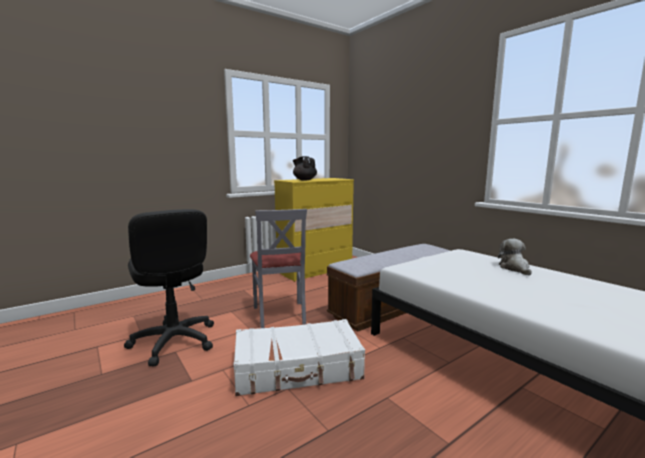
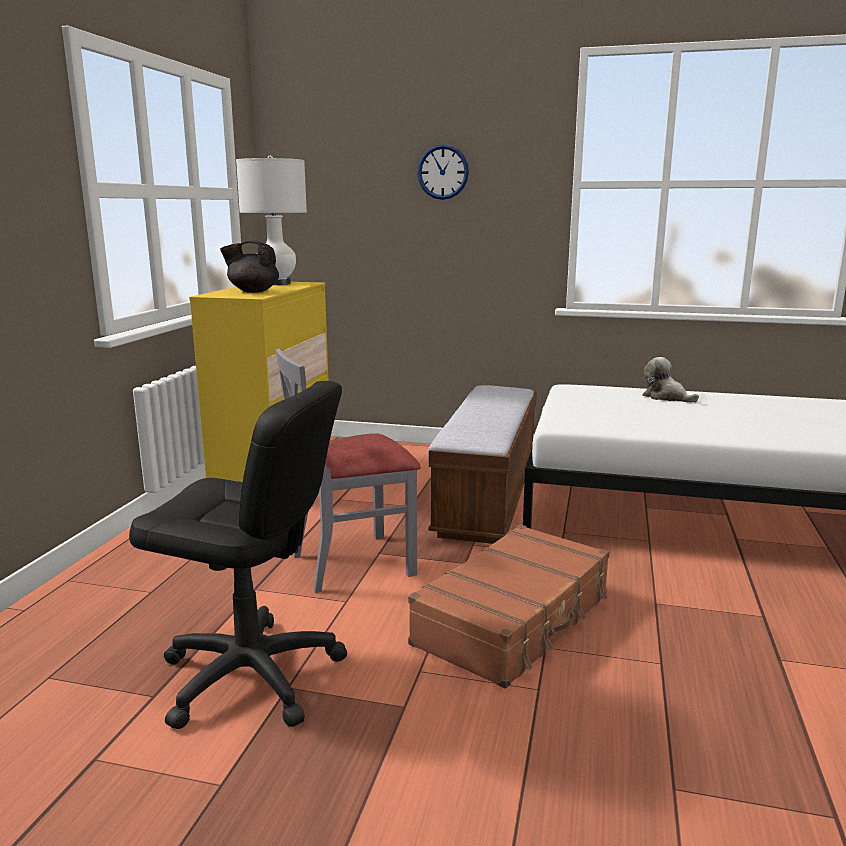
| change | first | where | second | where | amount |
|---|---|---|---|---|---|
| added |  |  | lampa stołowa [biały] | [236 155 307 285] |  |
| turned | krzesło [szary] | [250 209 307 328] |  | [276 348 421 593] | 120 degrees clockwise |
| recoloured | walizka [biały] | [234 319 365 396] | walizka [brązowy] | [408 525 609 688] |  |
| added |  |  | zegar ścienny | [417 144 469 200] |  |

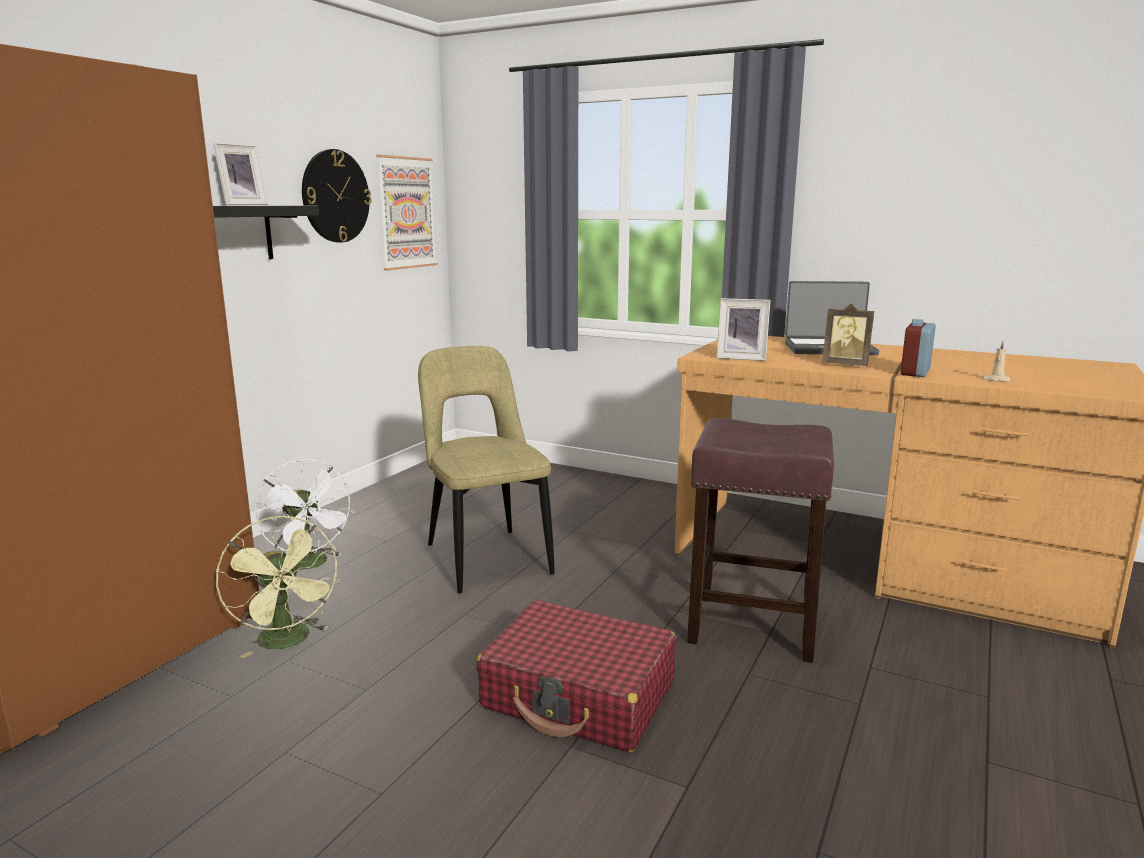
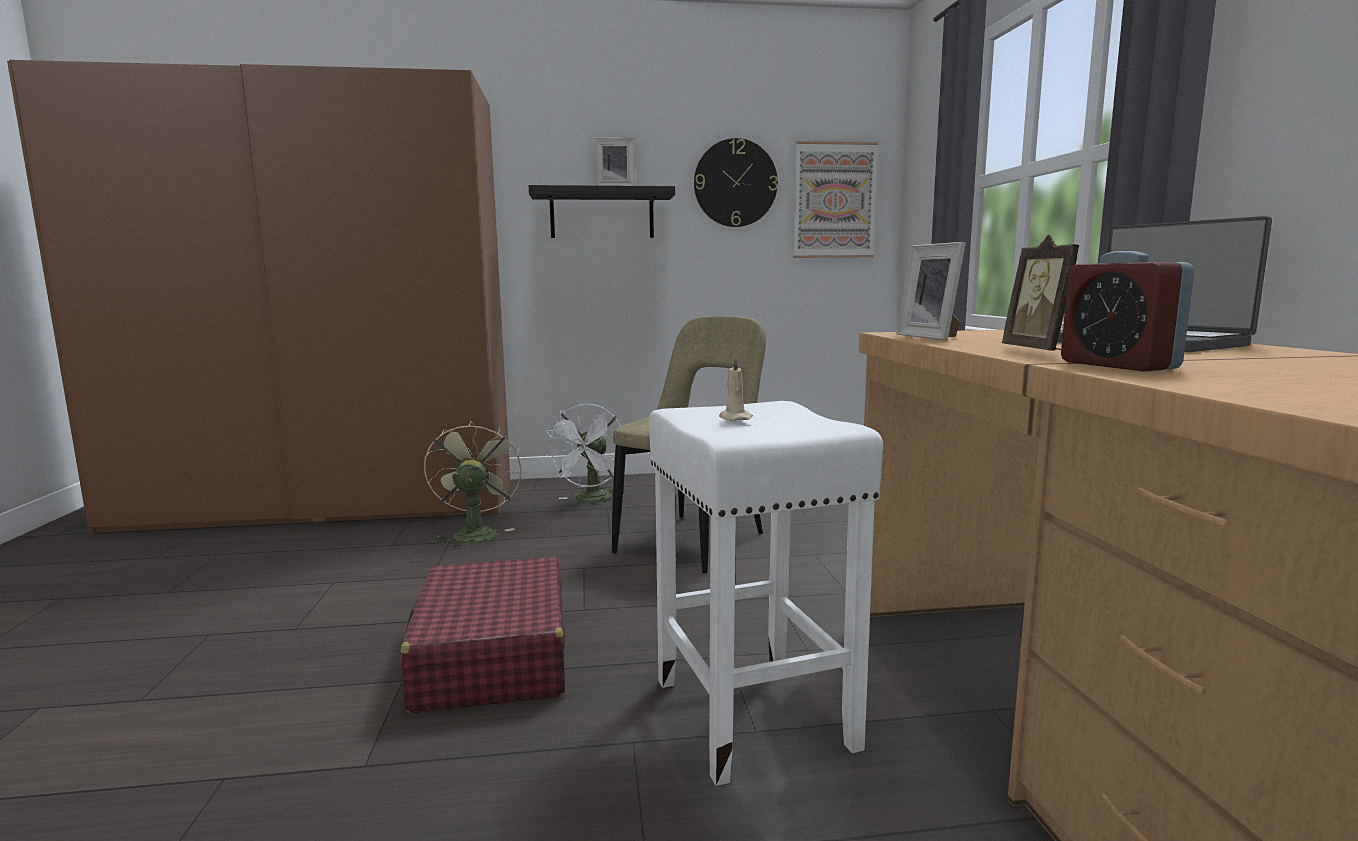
| change | first | where | second | where | amount |
|---|---|---|---|---|---|
| turned | wentylator [zielony] | [216 516 340 658] |  | [424 420 522 549] | 150 degrees clockwise |
| recoloured | stołek [brązowy] | [687 418 834 663] | stołek [biały] | [649 401 883 786] |  |
| moved | świeca [beżowy] | [982 341 1010 381] |  | [719 355 753 421] |  |
| turned | budzik | [901 319 936 377] |  | [1061 251 1194 371] | 105 degrees counterclockwise |

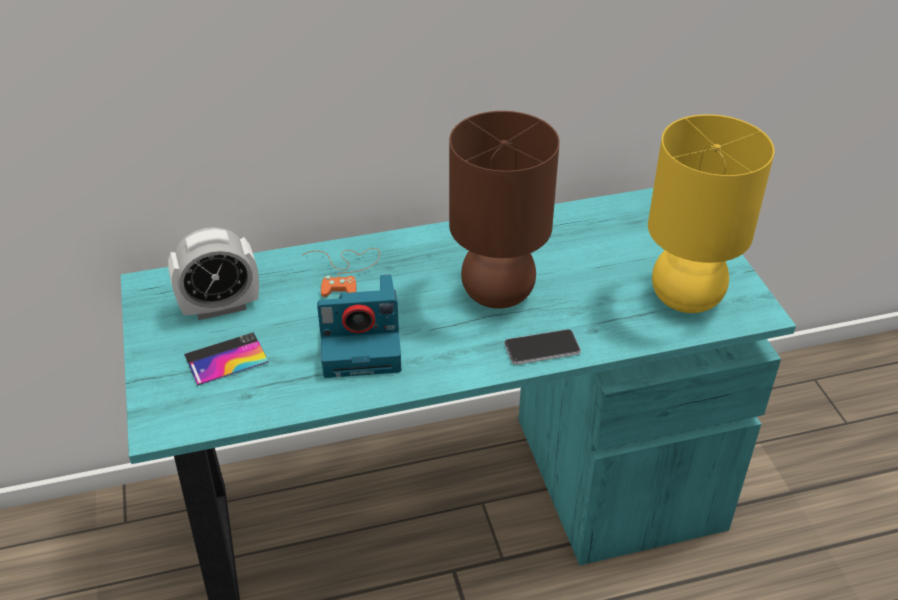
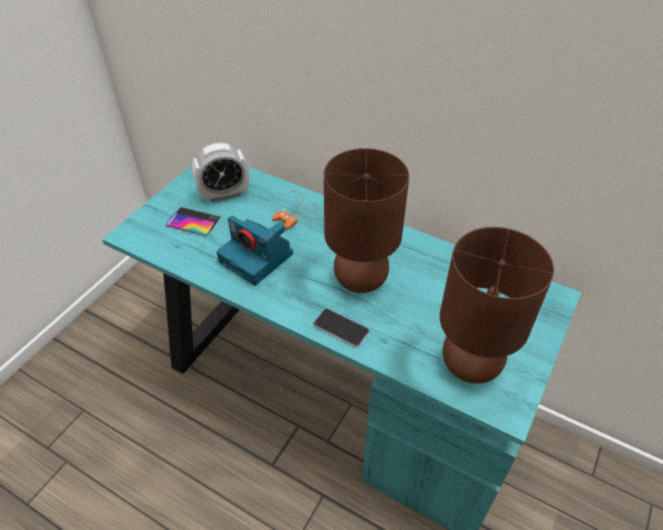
| change | first | where | second | where | amount |
|---|---|---|---|---|---|
| turned | budzik | [168 227 259 320] |  | [192 142 249 202] | 45 degrees counterclockwise |
| recoloured | lampa stołowa [żółty] | [648 114 774 313] | lampa stołowa [brązowy] | [440 227 554 384] |  |

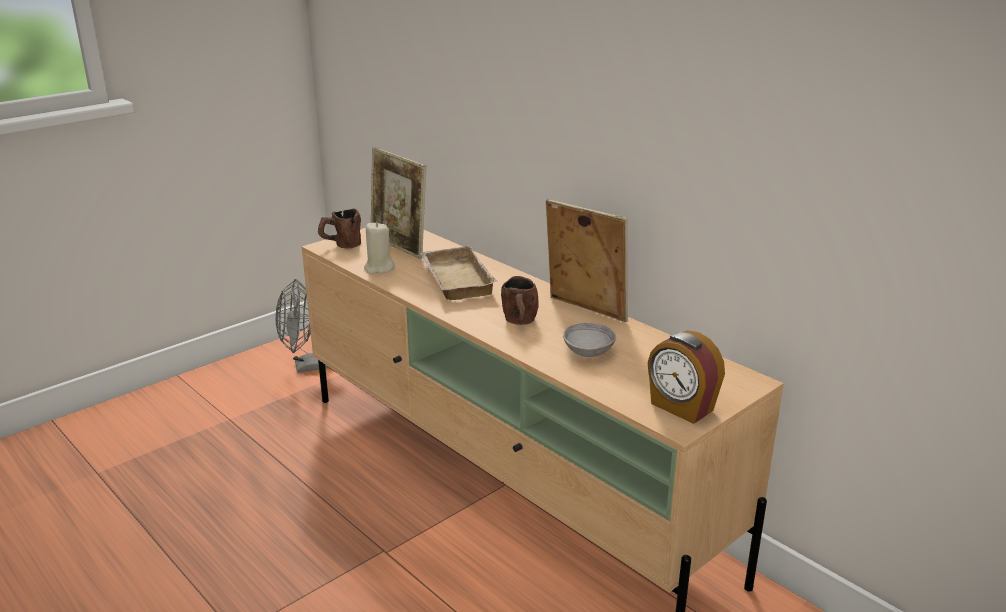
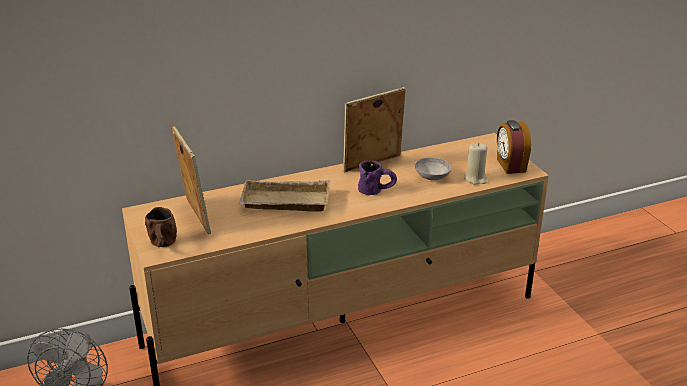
| change | first | where | second | where | amount |
|---|---|---|---|---|---|
| turned | ramka na zdjęcie | [371 147 426 259] |  | [171 125 211 234] | 90 degrees counterclockwise |
| recoloured | kubek [brązowy] | [501 276 539 325] | kubek [fioletowy] | [358 161 397 195] |  |
| moved | świeca [beżowy] | [364 222 395 274] |  | [464 143 488 185] |  |
| turned | budzik | [648 330 725 424] |  | [497 120 531 174] | 105 degrees clockwise |

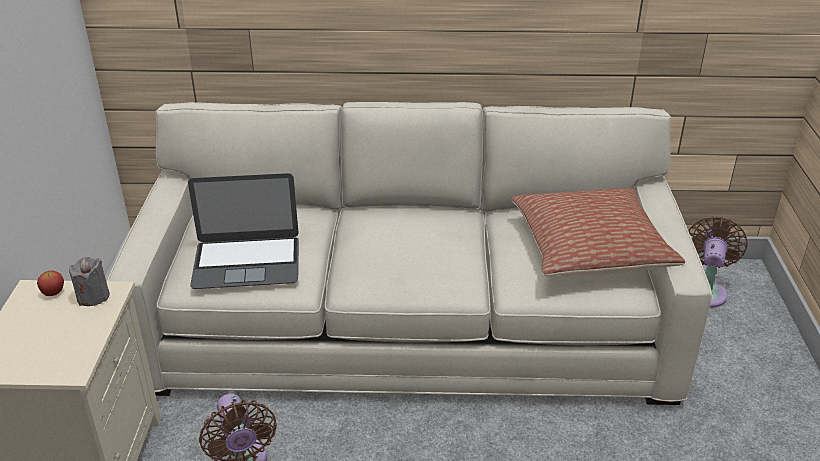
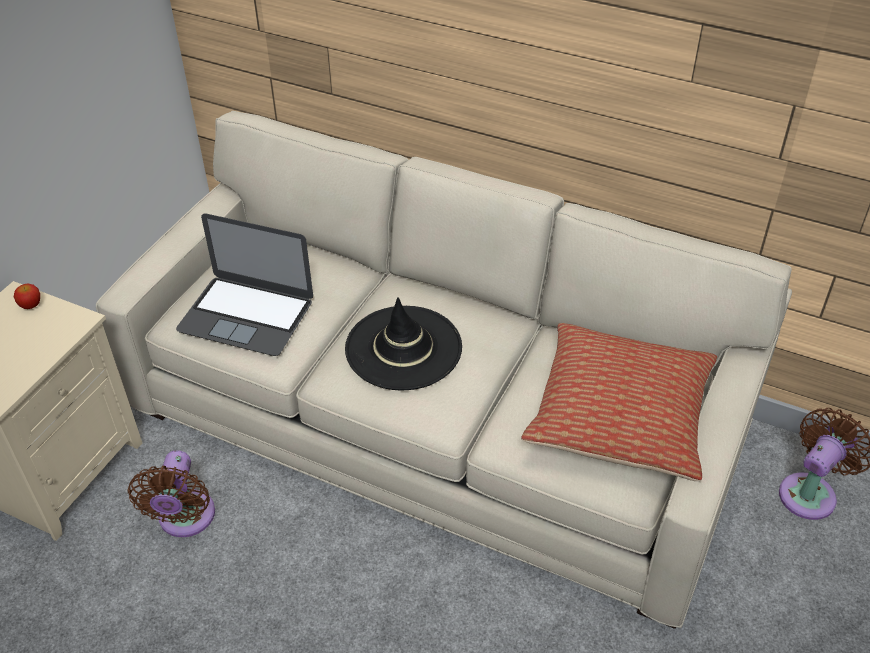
| change | first | where | second | where | amount |
|---|---|---|---|---|---|
| added |  |  | kapelusz [czarny] | [345 297 462 390] |  |
| removed | świeca [szary] | [69 257 110 306] |  |  |  |

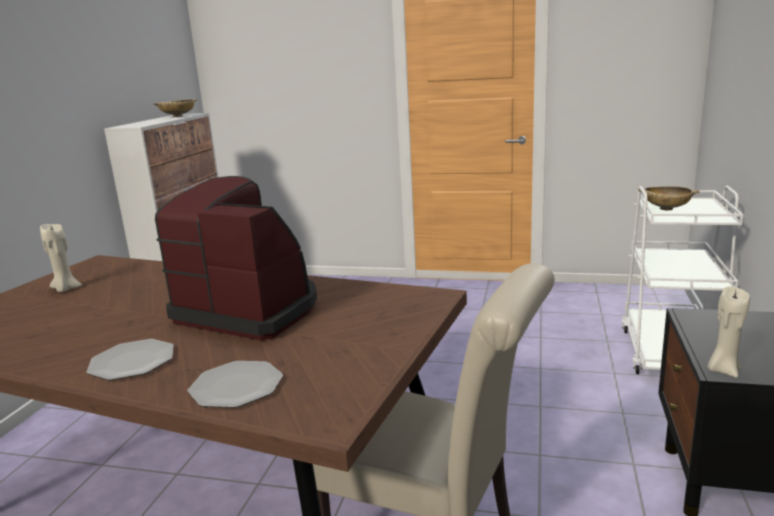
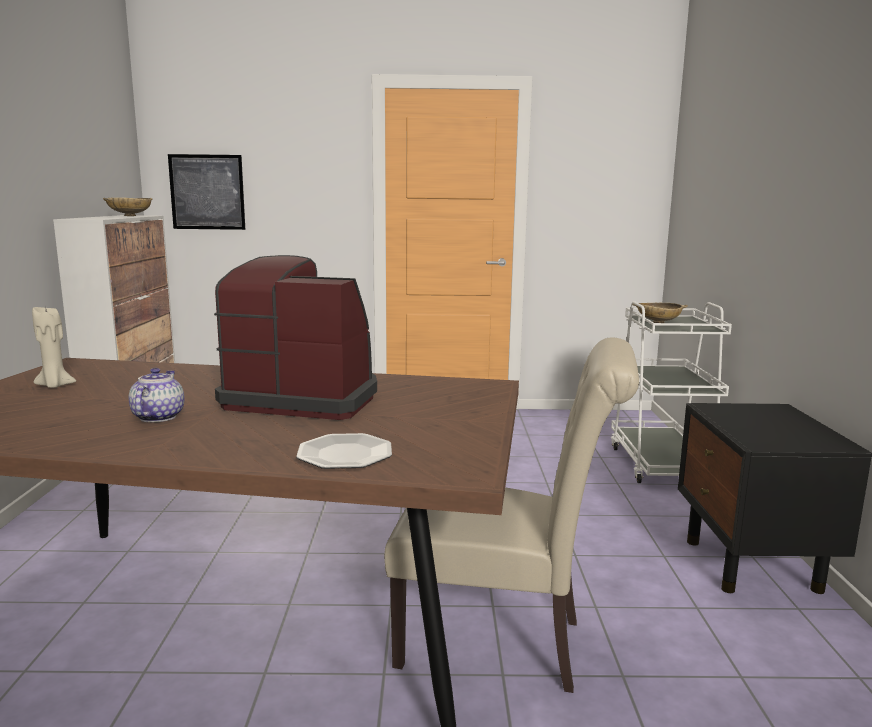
| change | first | where | second | where | amount |
|---|---|---|---|---|---|
| added |  |  | imbryk | [129 368 184 422] |  |
| added |  |  | obraz | [168 154 245 230] |  |
| removed | talerz | [87 339 174 380] |  |  |  |
| removed | świeca [beżowy] | [707 286 750 378] |  |  |  |

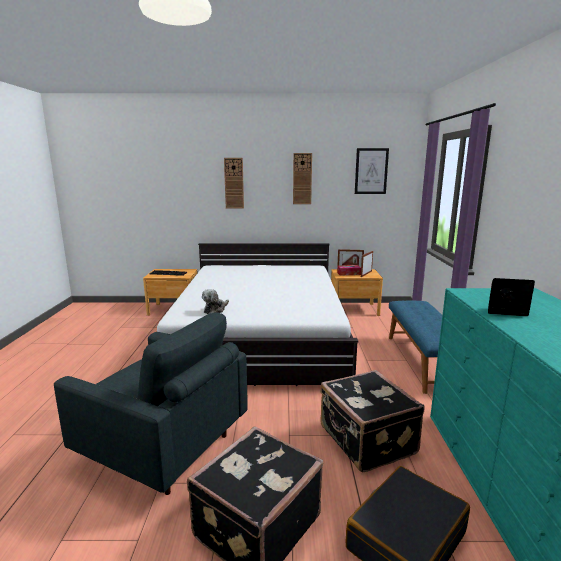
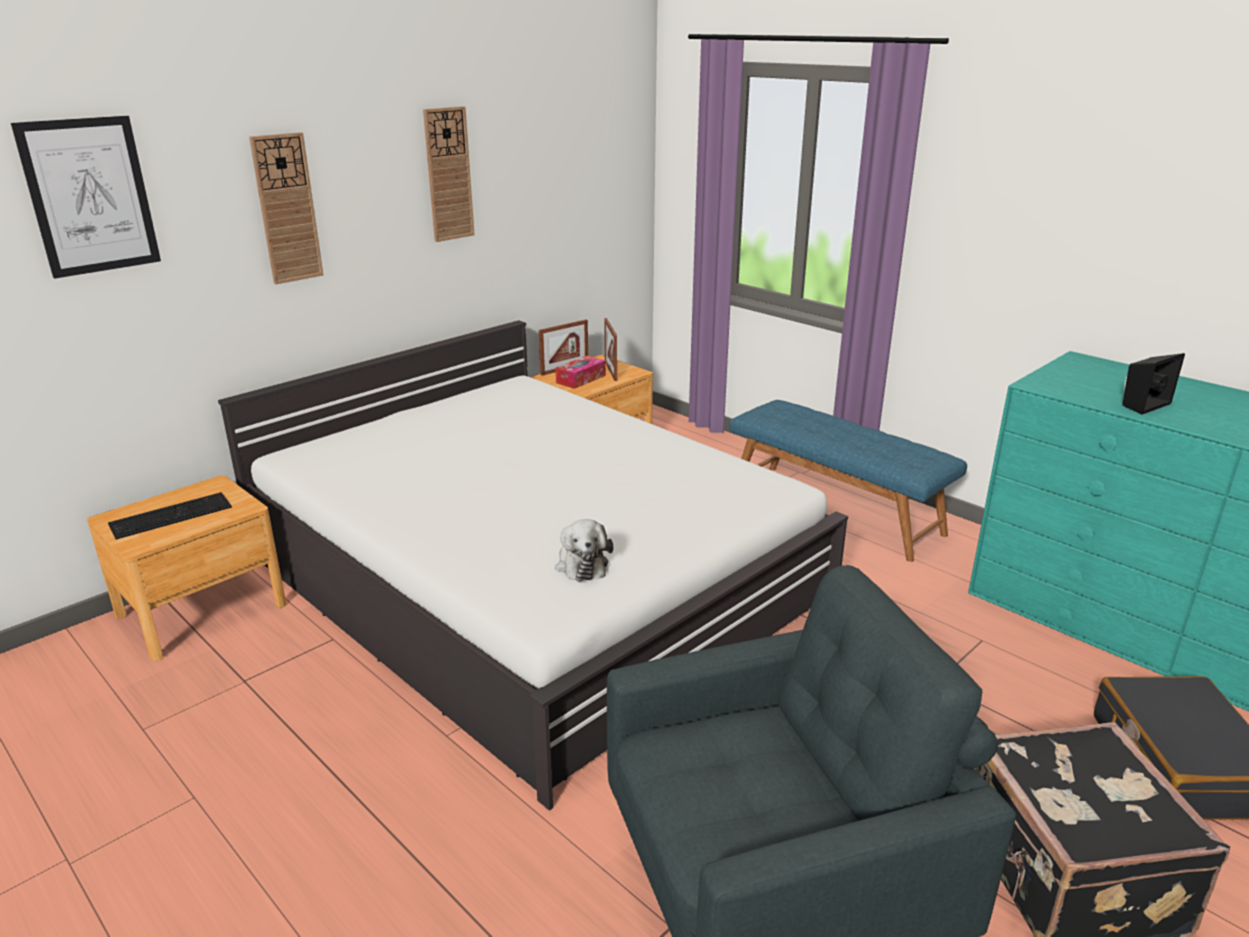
| change | first | where | second | where | amount |
|---|---|---|---|---|---|
| moved | obraz | [355 148 389 194] |  | [11 116 161 279] |  |
| removed | walizka [czarny] | [320 370 425 472] |  |  |  |

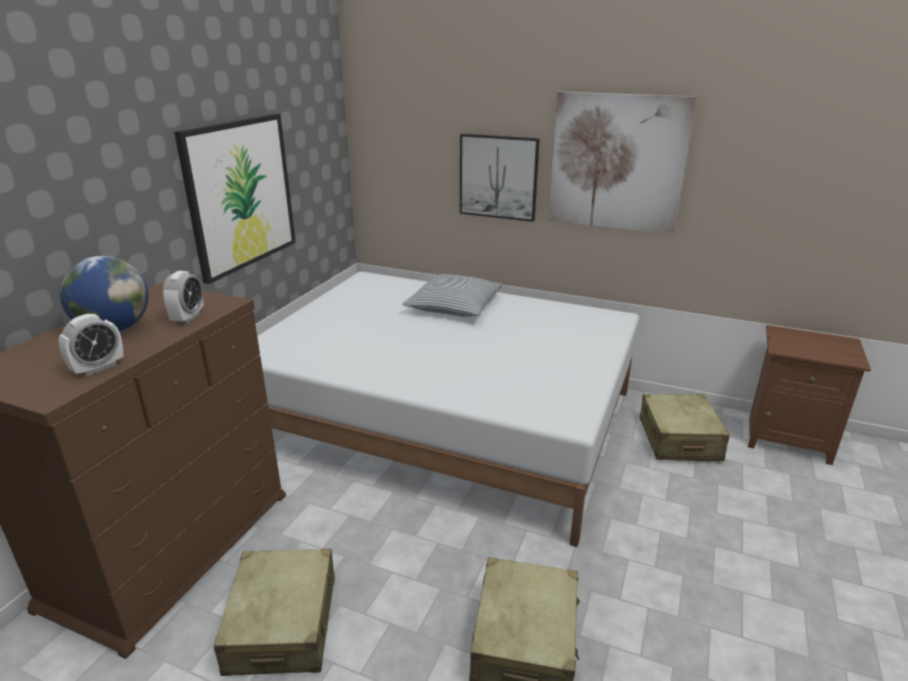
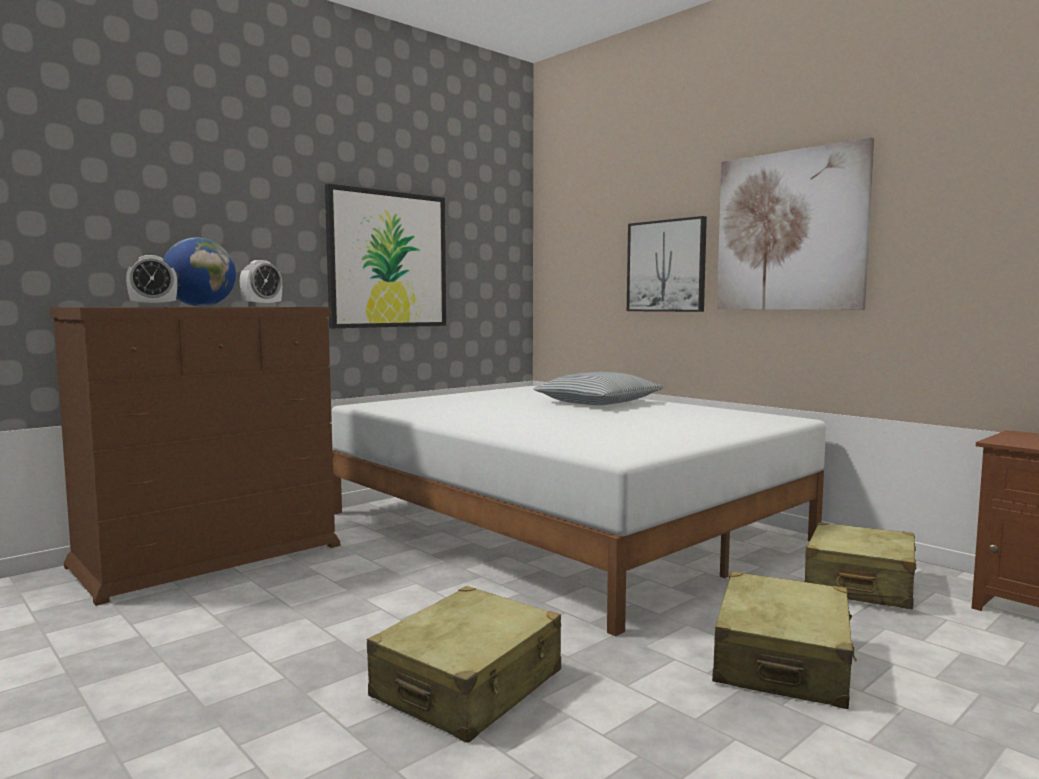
| change | first | where | second | where | amount |
|---|---|---|---|---|---|
| moved | walizka [beżowy] | [214 549 335 676] |  | [712 572 857 709] |  |

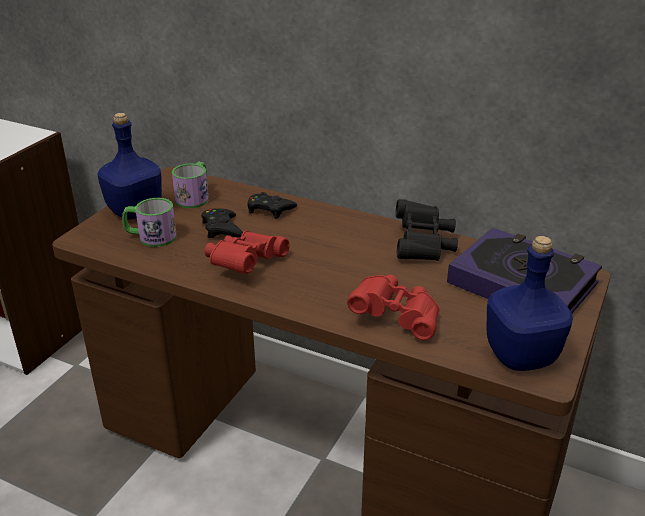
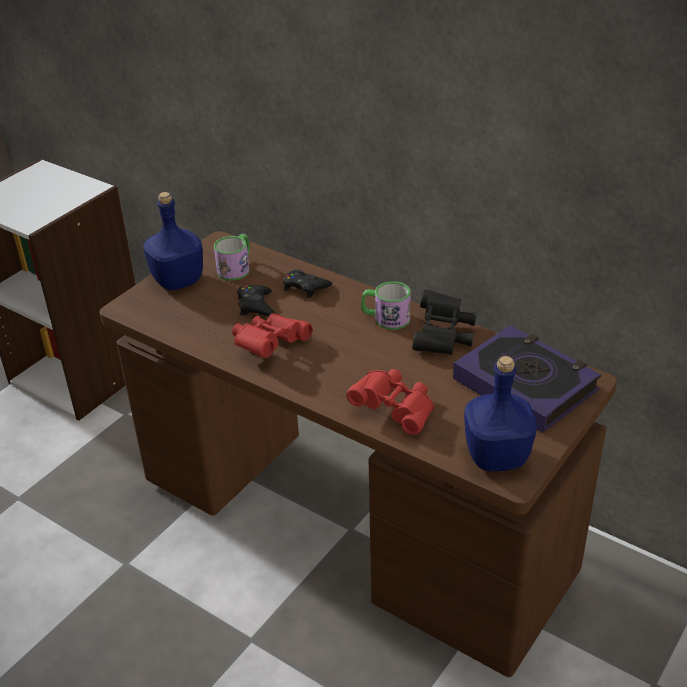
| change | first | where | second | where | amount |
|---|---|---|---|---|---|
| moved | kubek | [122 198 177 247] |  | [361 281 411 330] |  |

